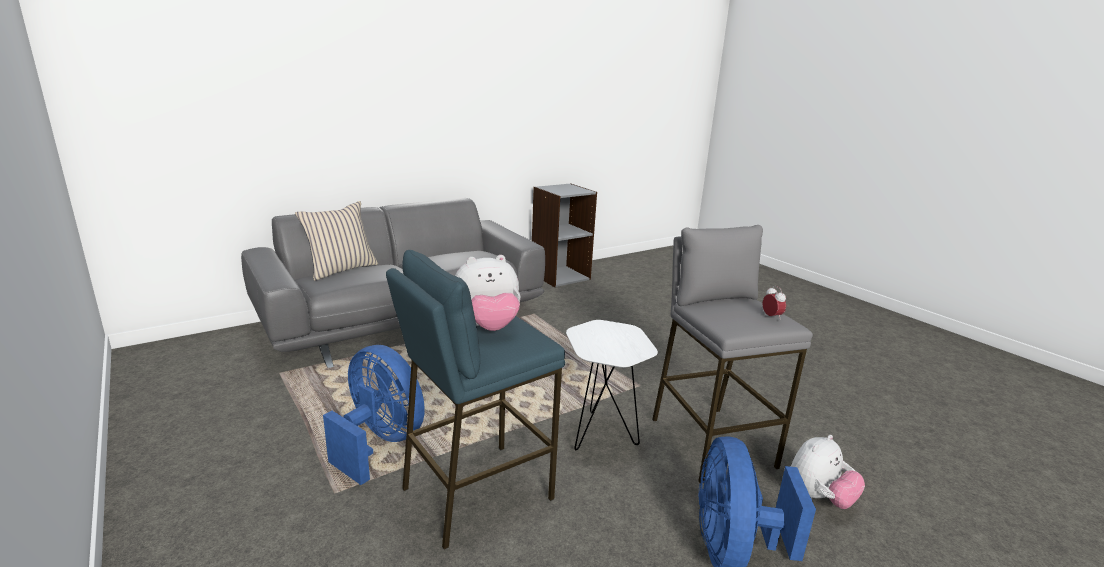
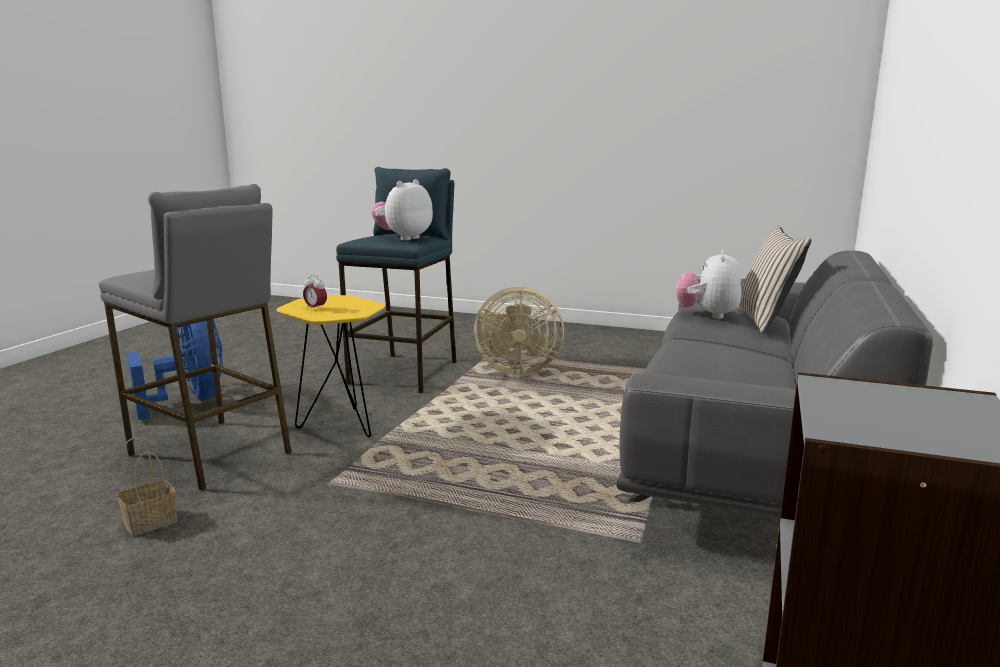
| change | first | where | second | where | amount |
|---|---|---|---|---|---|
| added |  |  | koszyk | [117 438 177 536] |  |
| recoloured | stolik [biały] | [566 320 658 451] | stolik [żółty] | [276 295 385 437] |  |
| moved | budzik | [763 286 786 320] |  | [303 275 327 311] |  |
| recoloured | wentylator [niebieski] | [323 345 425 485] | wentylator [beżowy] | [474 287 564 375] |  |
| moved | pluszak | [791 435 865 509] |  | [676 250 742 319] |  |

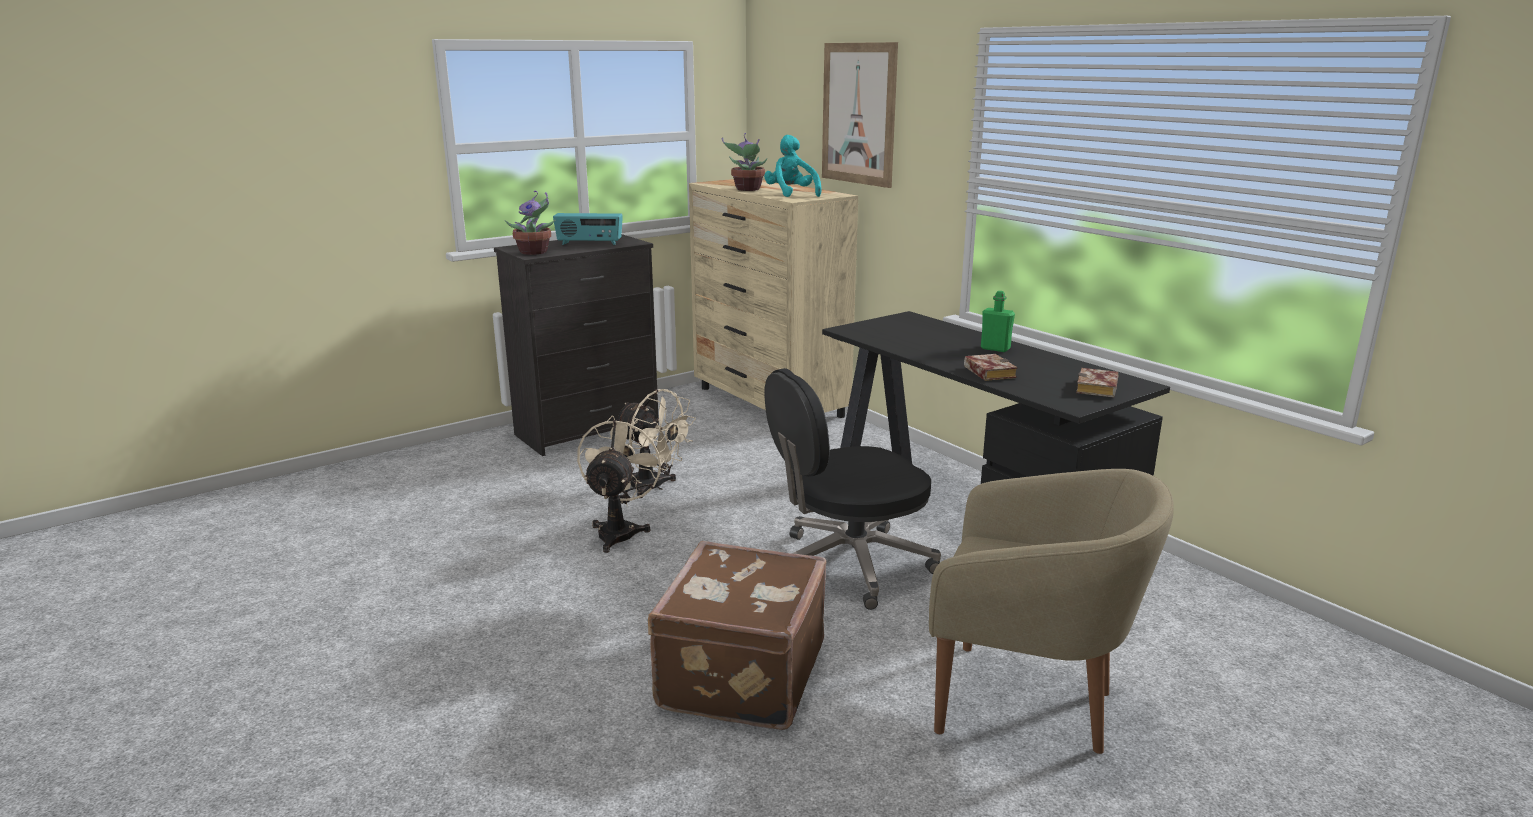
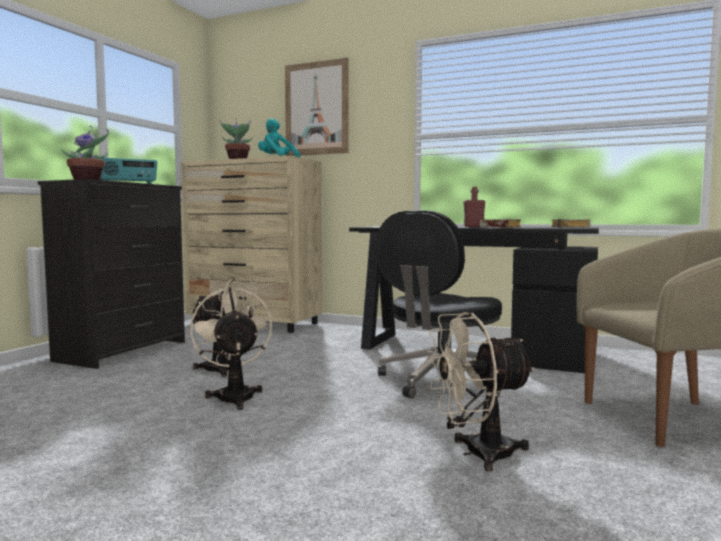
| change | first | where | second | where | amount |
|---|---|---|---|---|---|
| replaced | walizka [brązowy] | [648 541 826 730] | wentylator [beżowy] | [426 312 535 472] |  |
| recoloured | butelka [zielony] | [981 291 1015 352] | butelka [czerwony] | [464 187 485 227] |  |

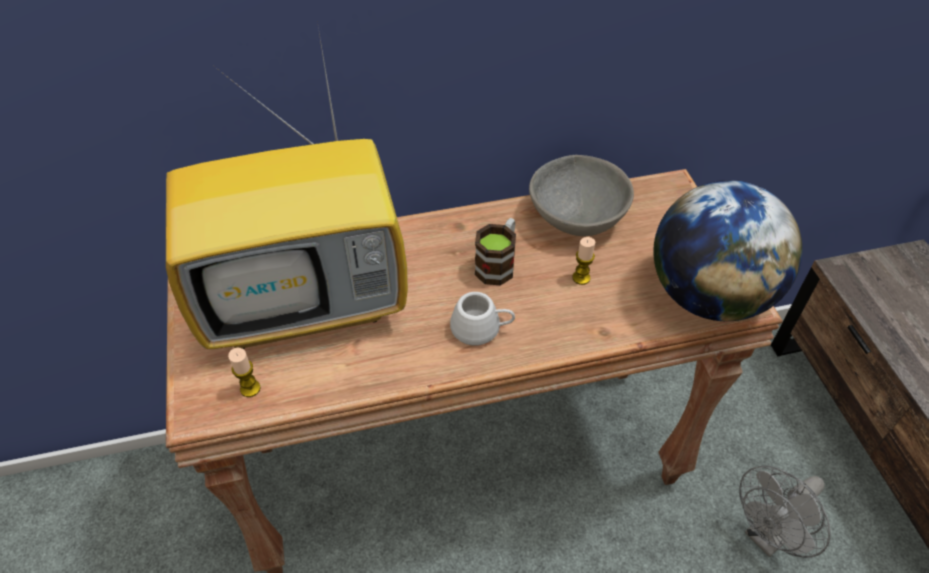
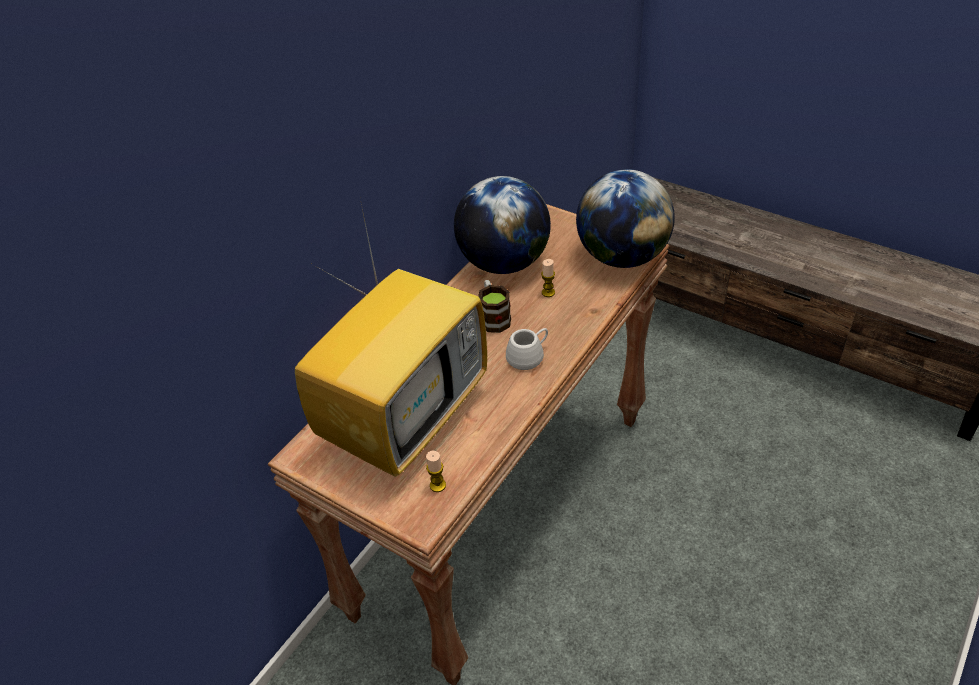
| change | first | where | second | where | amount |
|---|---|---|---|---|---|
| replaced | miska [szary] | [529 155 634 236] | globus | [454 176 551 274] |  |
| removed | wentylator [szary] | [739 466 831 558] |  |  |  |

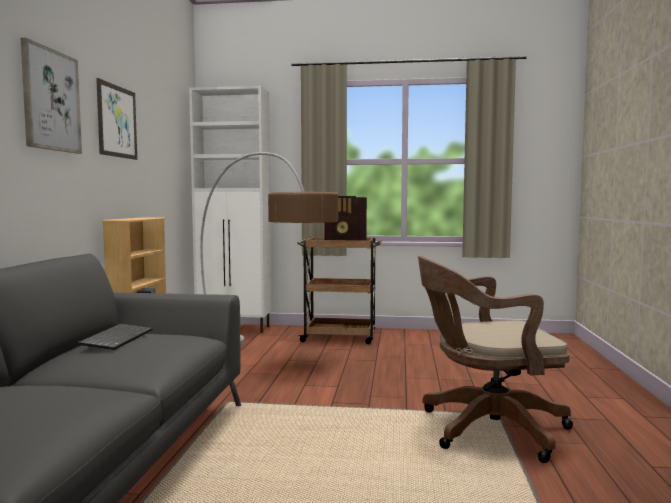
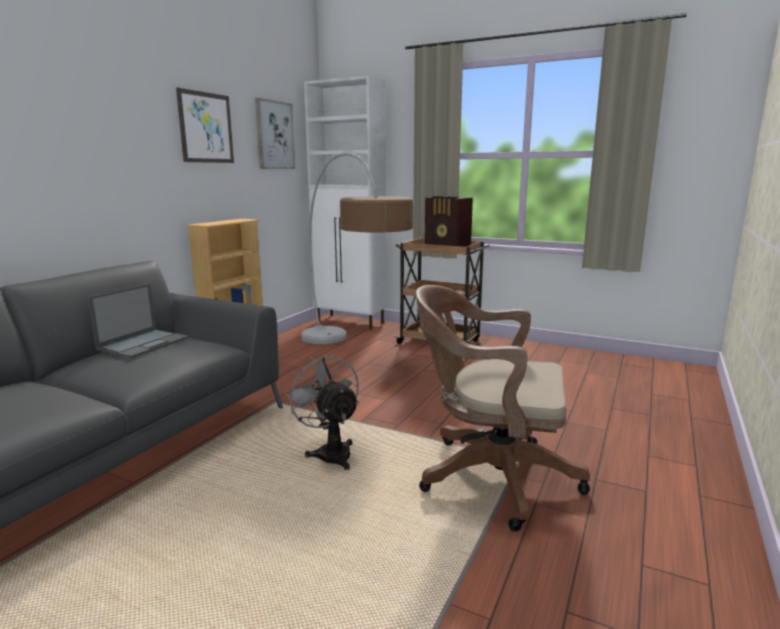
| change | first | where | second | where | amount |
|---|---|---|---|---|---|
| replaced | klawiatura | [78 324 152 350] | laptop | [88 283 189 358] |  |
| moved | obraz | [21 38 82 154] |  | [255 98 295 169] |  |
| added |  |  | wentylator [szary] | [285 354 359 470] |  |

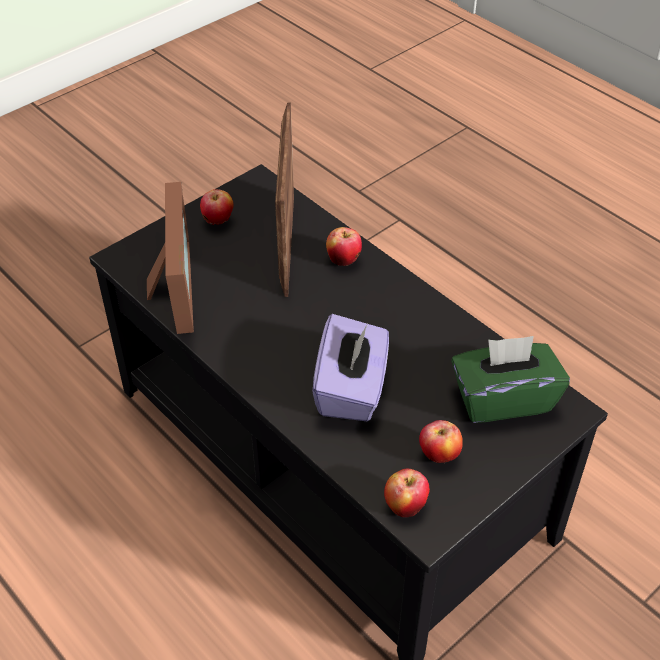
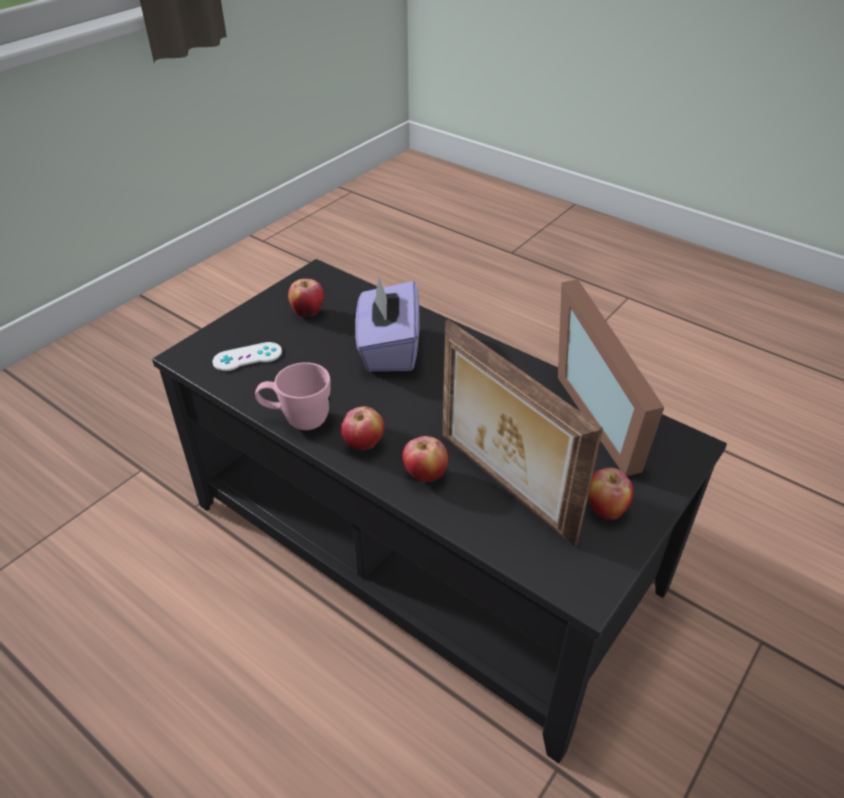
| change | first | where | second | where | amount |
|---|---|---|---|---|---|
| replaced | pudełko chusteczek [zielony] | [451 336 570 423] | pad do gier [biały] | [213 342 282 371] |  |
| added |  |  | kubek [różowy] | [255 362 331 430] |  |
| moved | jabłko | [384 469 430 517] |  | [341 406 384 450] |  |
| turned | ramka na zdjęcie | [275 102 294 297] |  | [442 319 603 547] | 150 degrees clockwise |

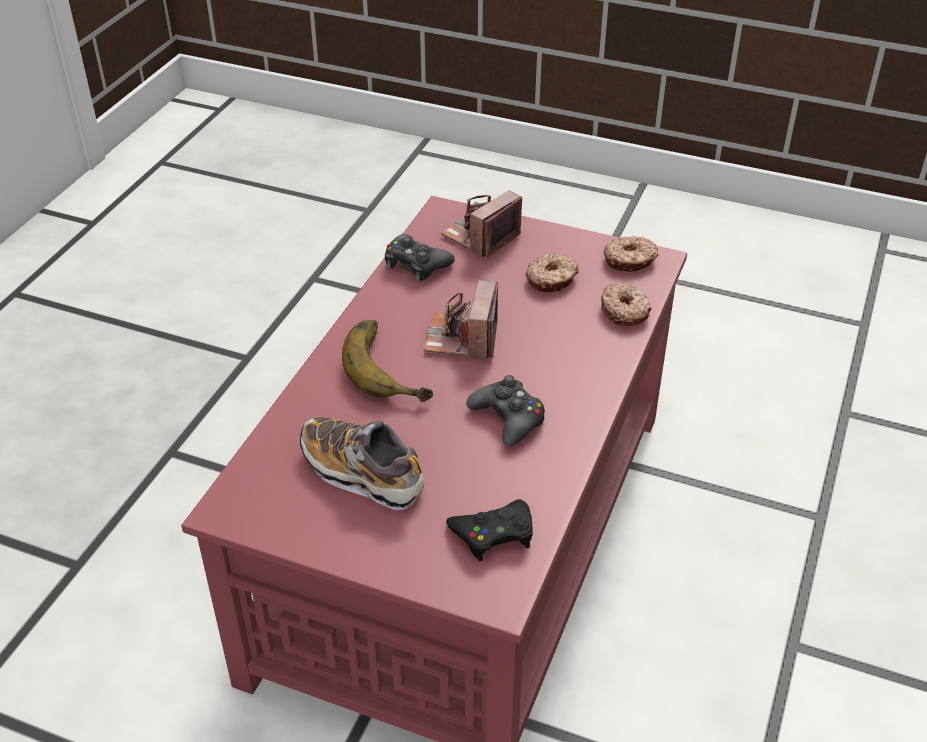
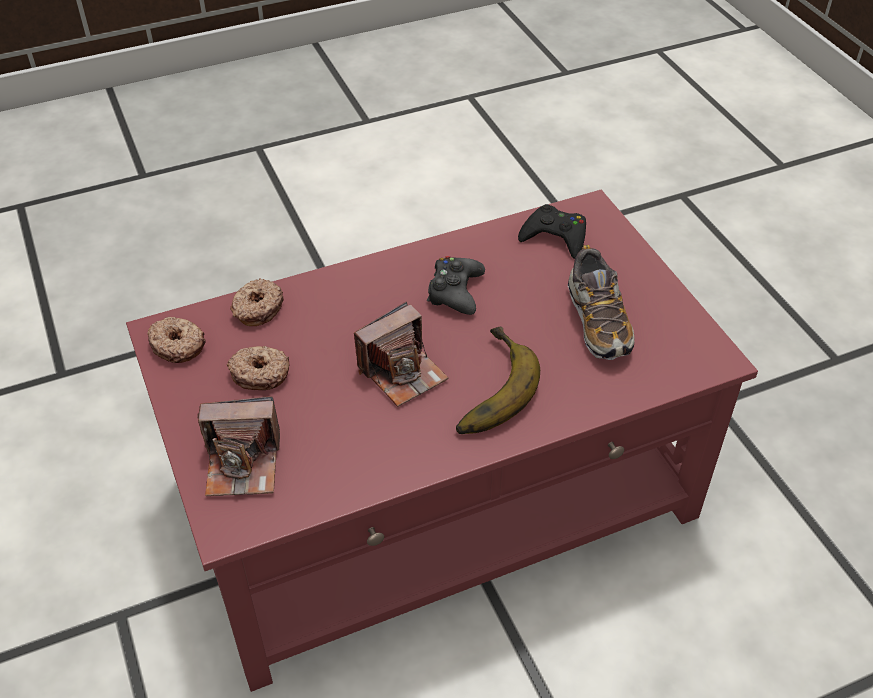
| change | first | where | second | where | amount |
|---|---|---|---|---|---|
| removed | pad do gier [czarny] | [385 234 455 282] |  |  |  |

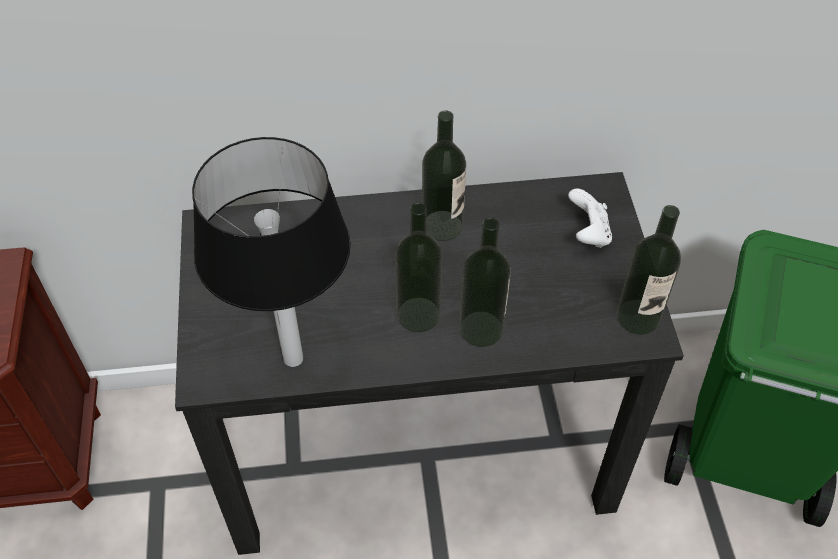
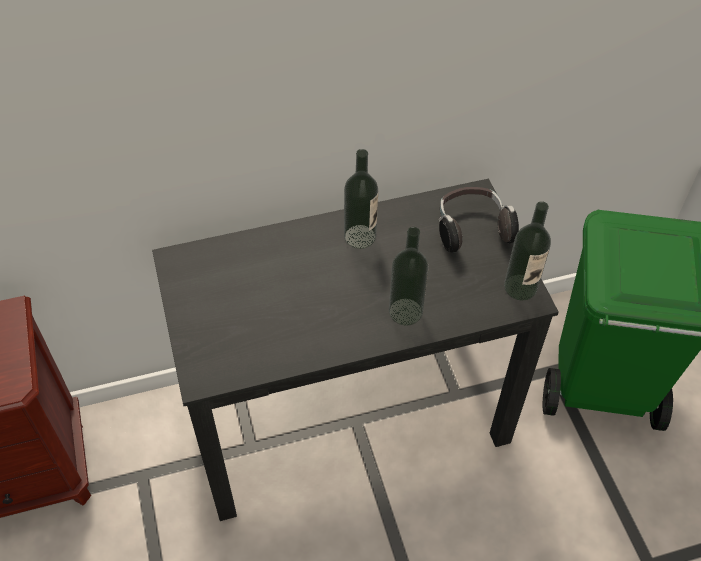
| change | first | where | second | where | amount |
|---|---|---|---|---|---|
| replaced | pad do gier [biały] | [568 188 612 248] | słuchawki | [439 187 519 253] |  |
| removed | lampa stołowa | [192 137 351 367] |  |  |  |
| removed | butelka | [395 203 442 332] |  |  |  |

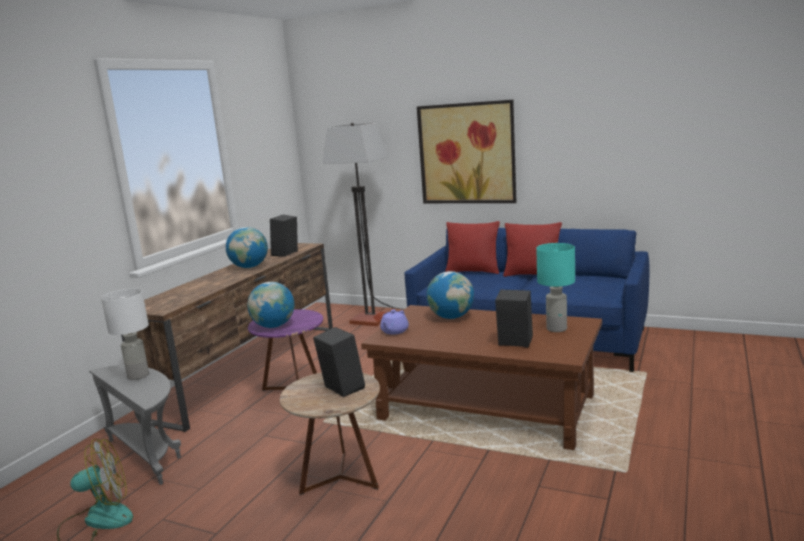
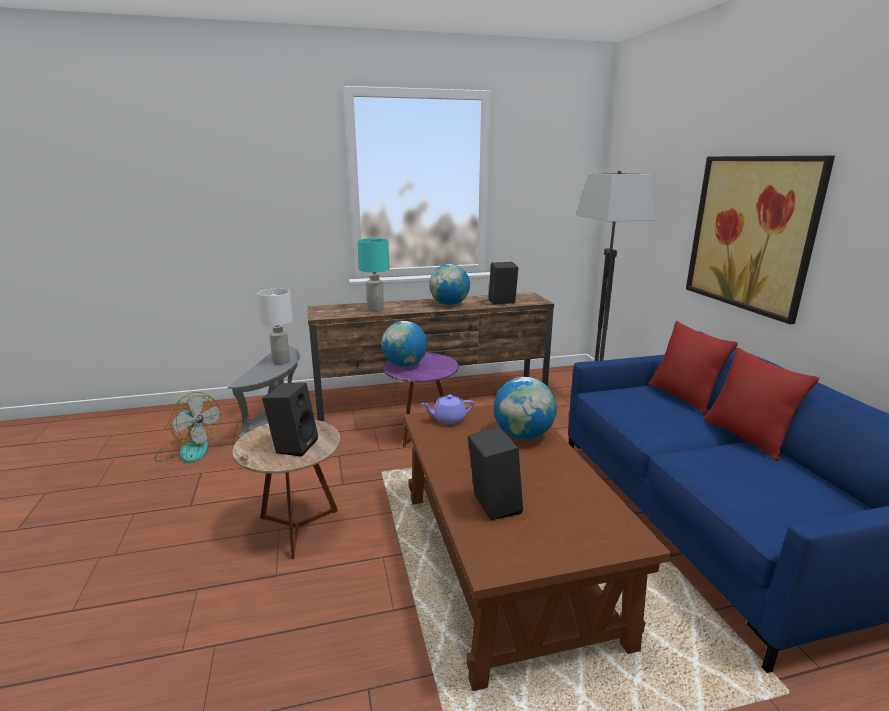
| change | first | where | second | where | amount |
|---|---|---|---|---|---|
| moved | lampa stołowa [turkusowy] | [536 243 575 332] |  | [357 238 389 312] |  |

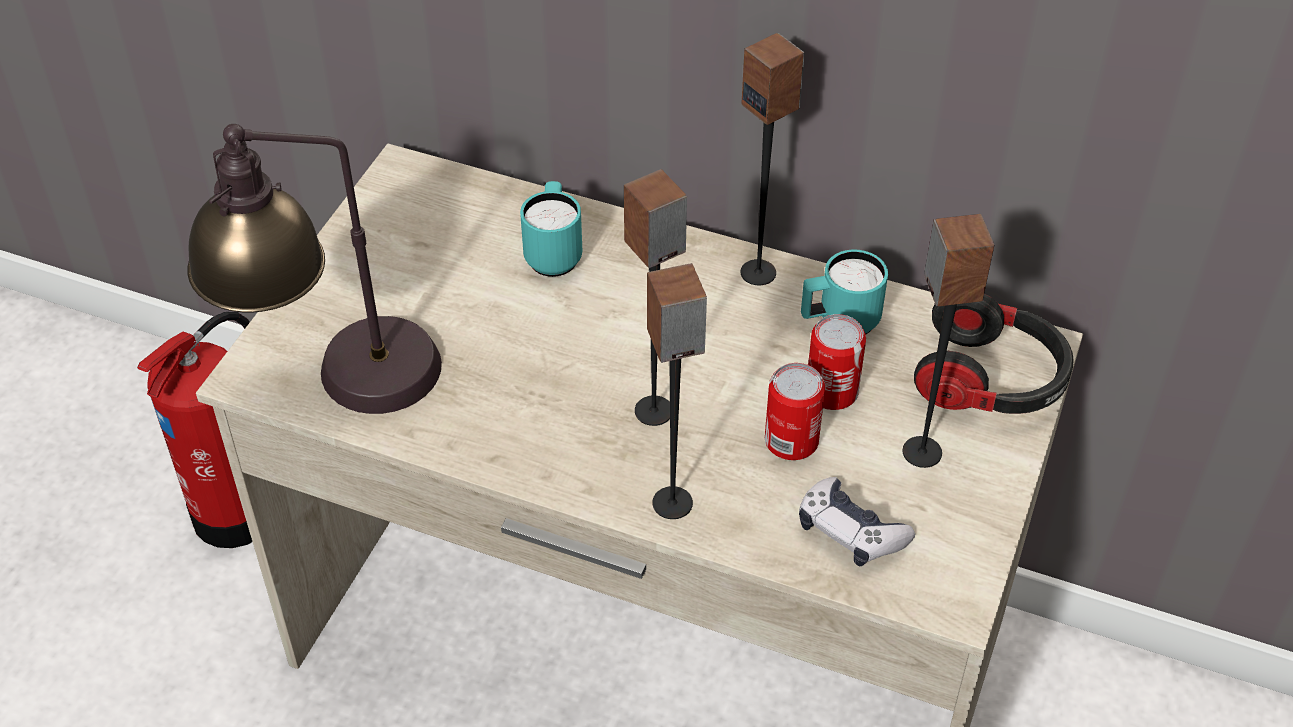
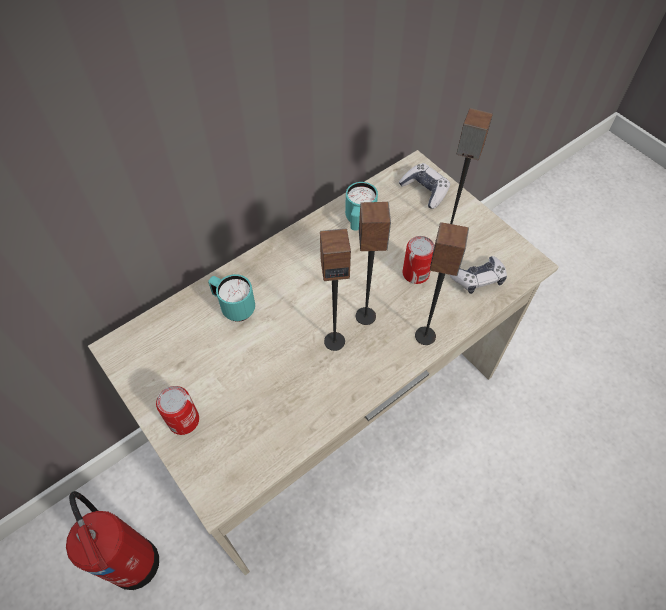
| change | first | where | second | where | amount |
|---|---|---|---|---|---|
| moved | puszka | [808 314 866 410] |  | [156 386 199 435] |  |
| moved | głośnik | [741 33 805 285] |  | [320 228 351 351] |  |
| replaced | słuchawki | [914 293 1074 414] | pad do gier | [399 163 450 209] |  |
| removed | lampa stołowa | [187 124 442 414] |  |  |  |

